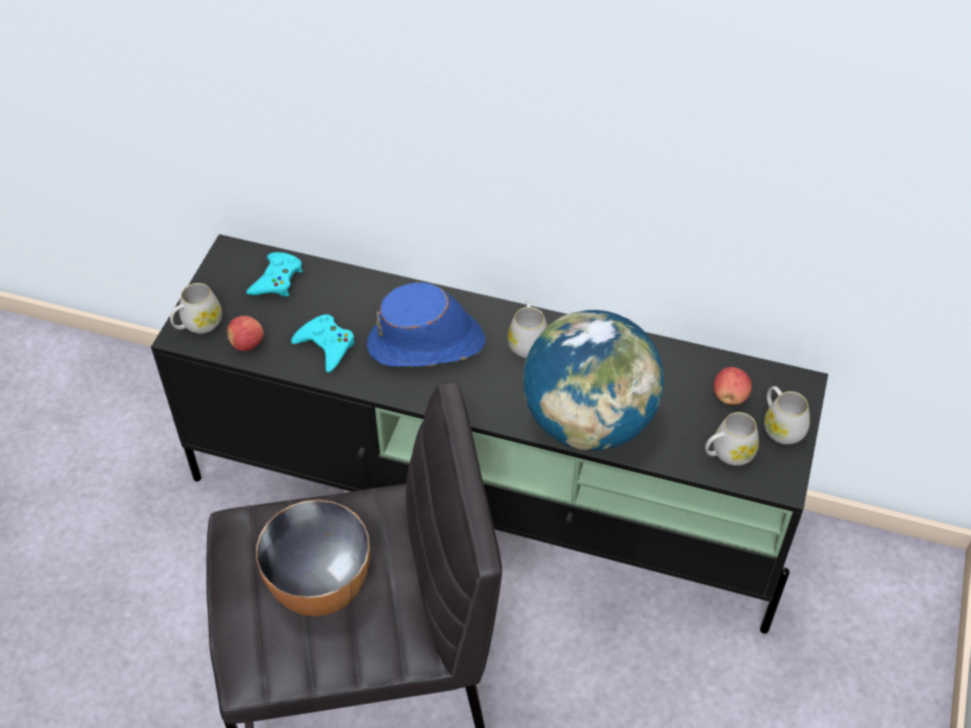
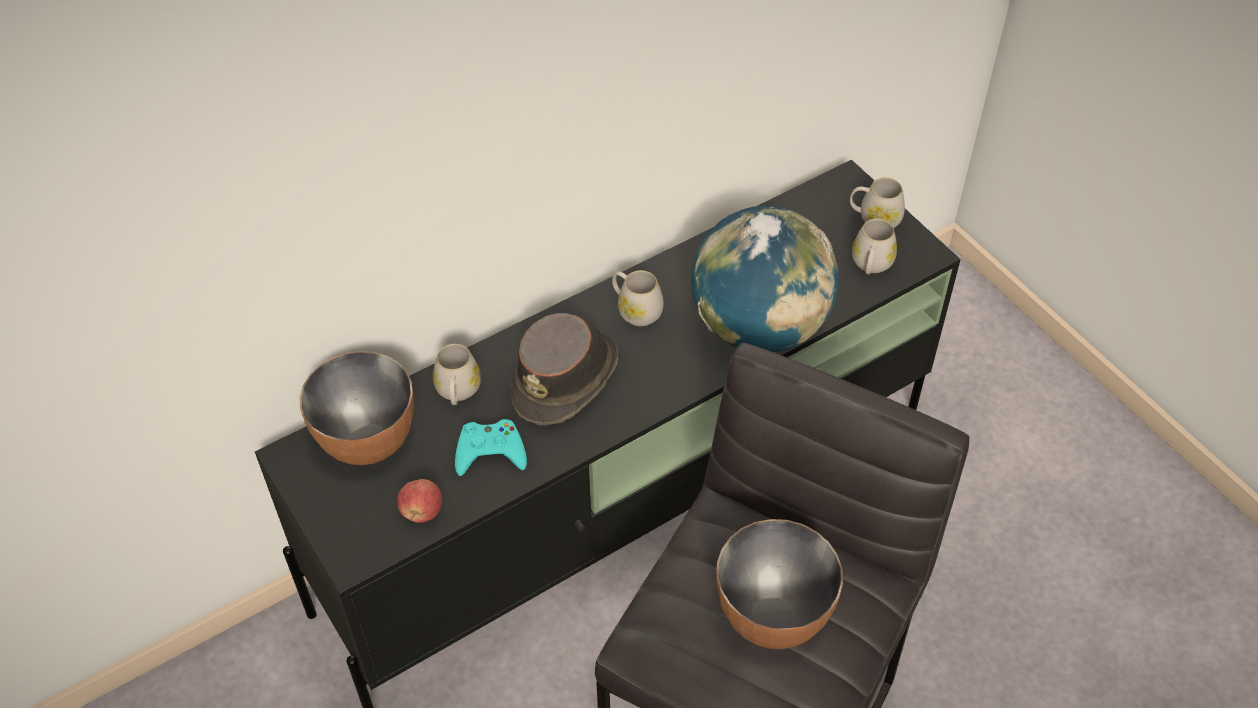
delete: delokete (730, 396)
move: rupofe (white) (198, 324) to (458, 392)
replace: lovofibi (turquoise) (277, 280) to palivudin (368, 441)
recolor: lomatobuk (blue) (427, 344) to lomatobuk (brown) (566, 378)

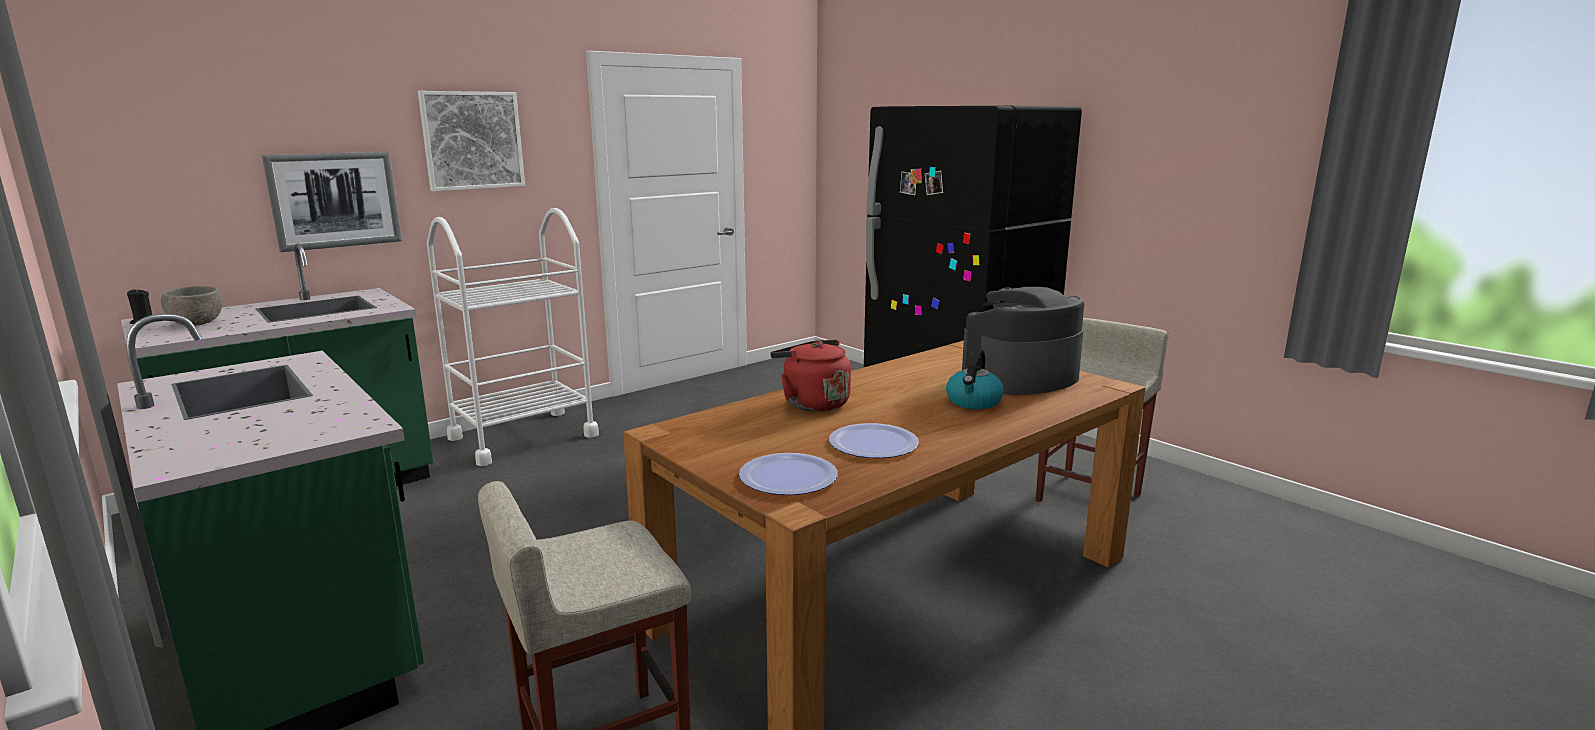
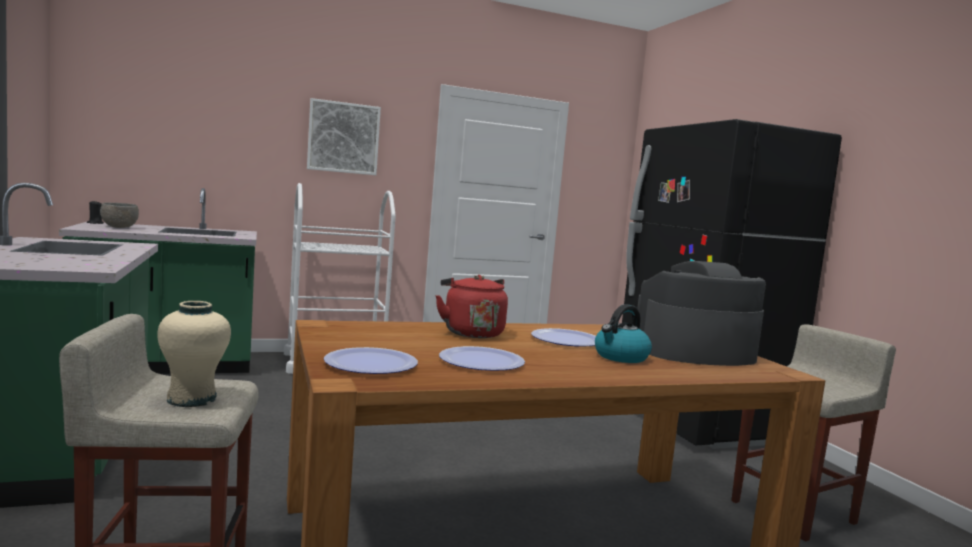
delete: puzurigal (335, 200)
insert: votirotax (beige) (192, 399); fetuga (566, 340)

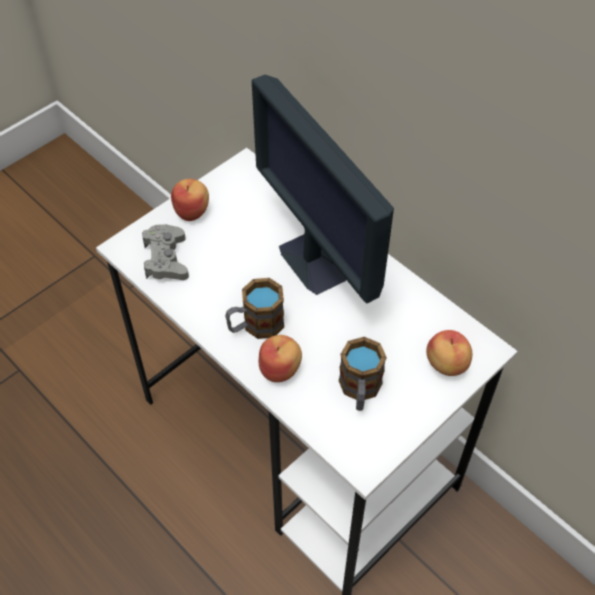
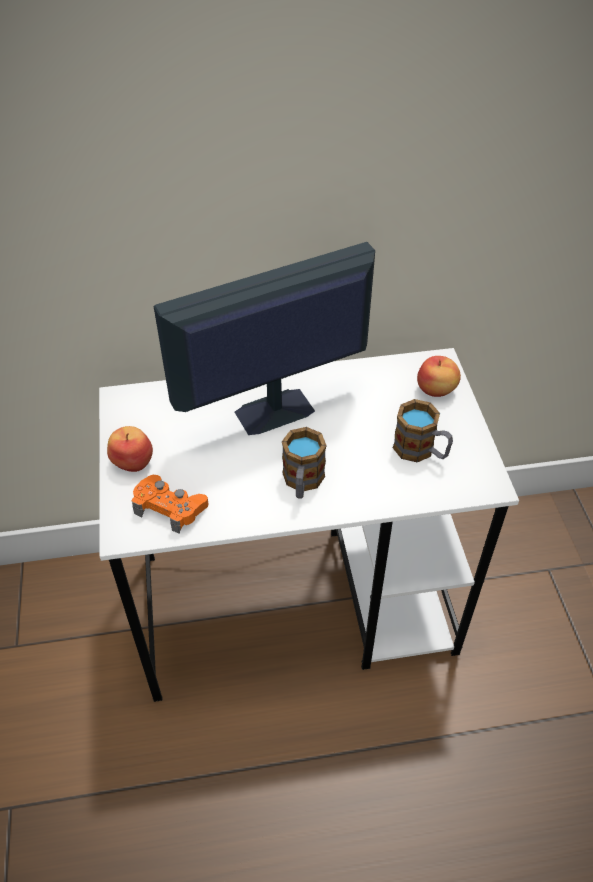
delete: delokete (280, 369)
recolor: lovofibi (grey) (166, 259) to lovofibi (orange) (170, 507)
rotate: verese (313, 264) = (272, 412) 150 degrees clockwise

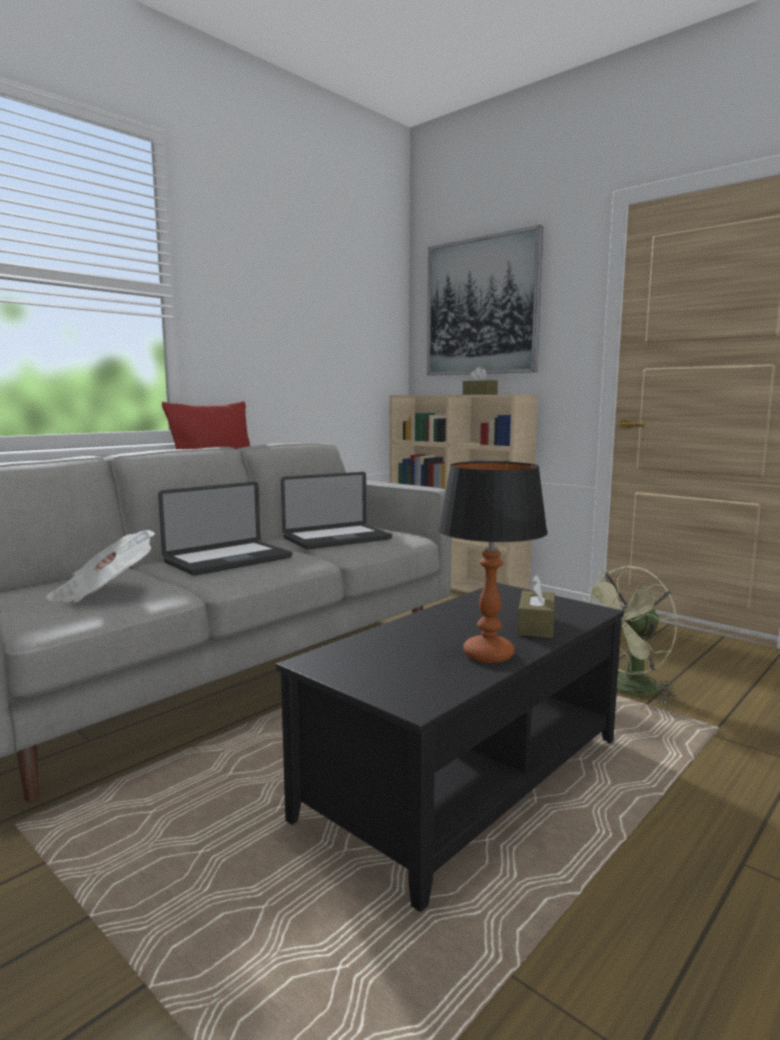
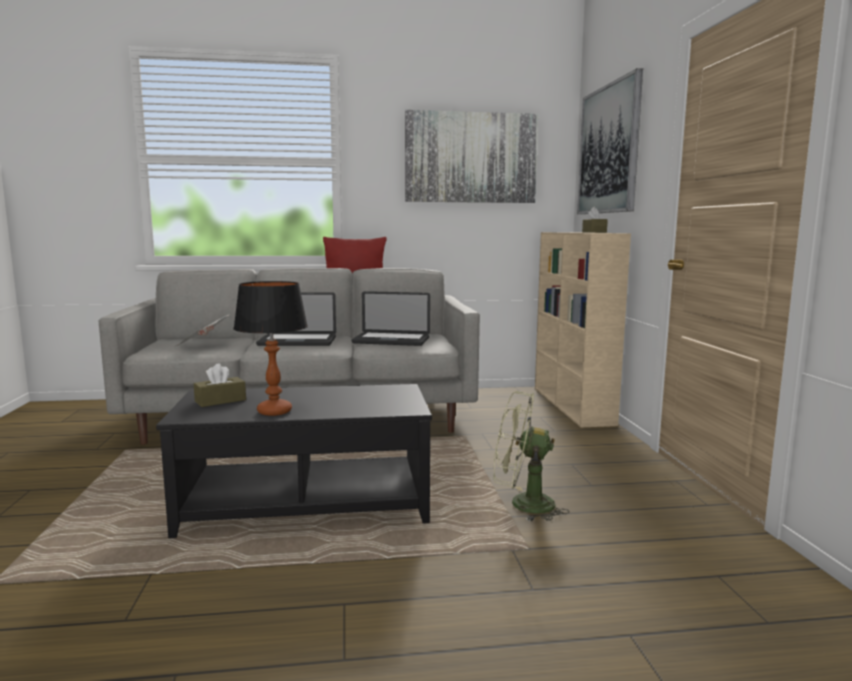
insert: puzurigal (471, 158)
move: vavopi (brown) (536, 626) to (220, 400)

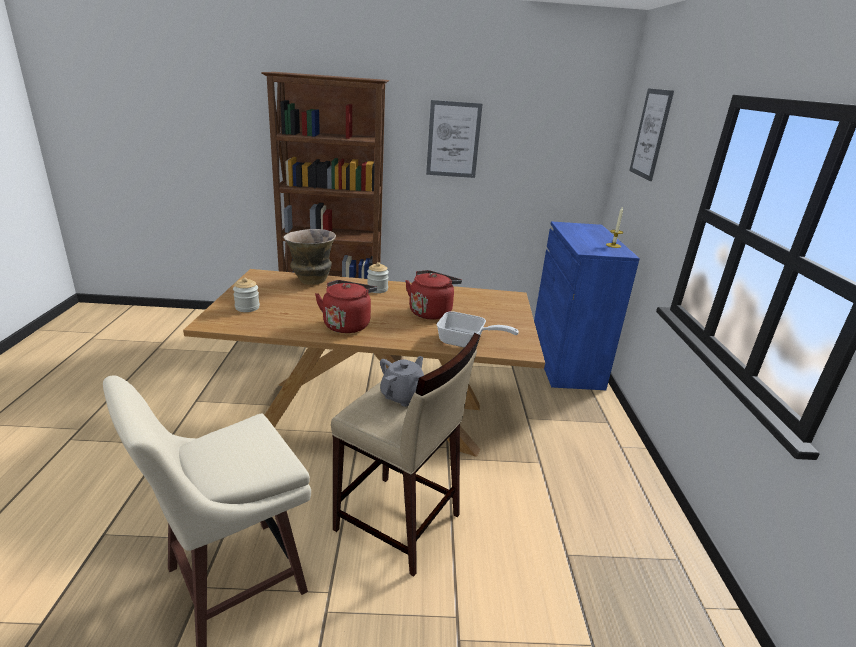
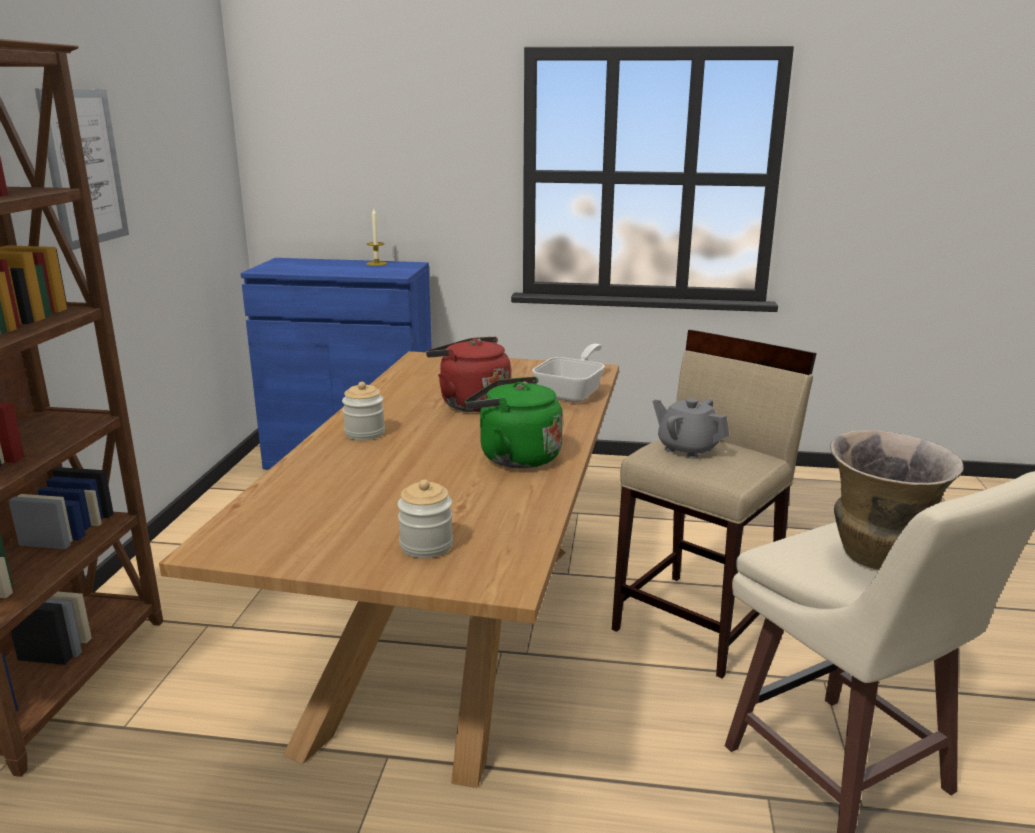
delete: puzurigal (650, 134)
move: votirotax (311, 281) to (878, 558)
recolor: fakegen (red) (347, 324) to fakegen (green) (514, 457)

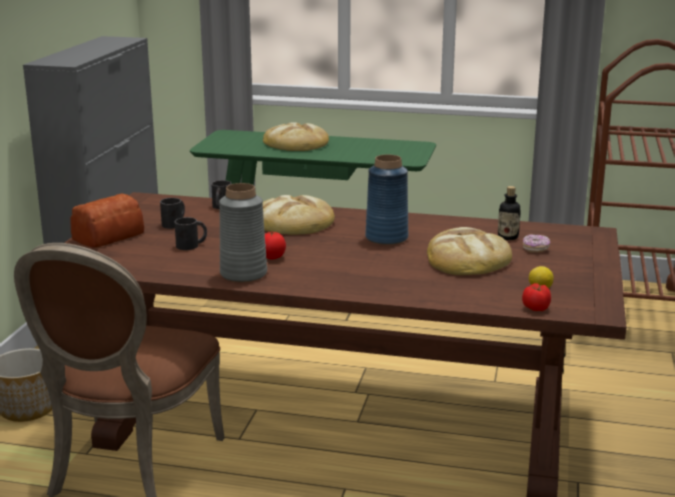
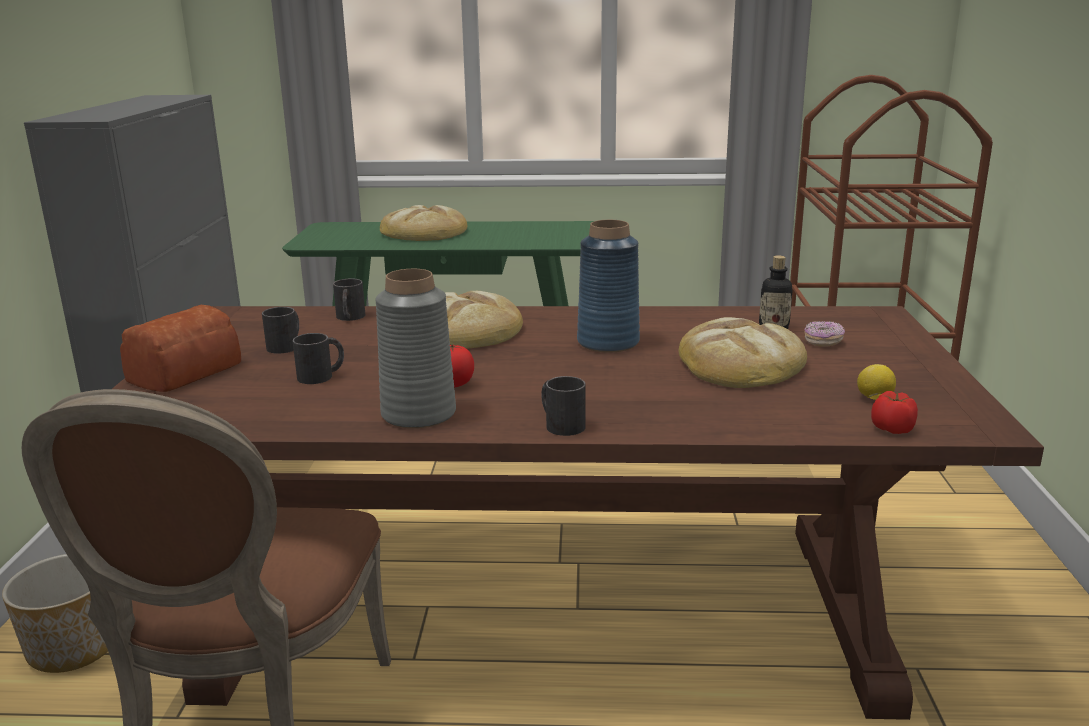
insert: rupofe (black) (560, 424)

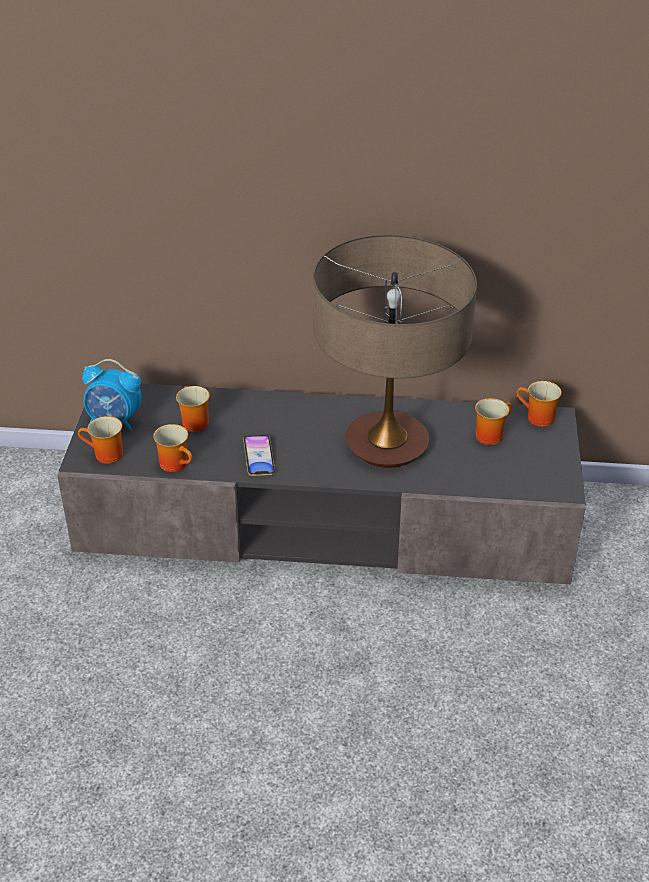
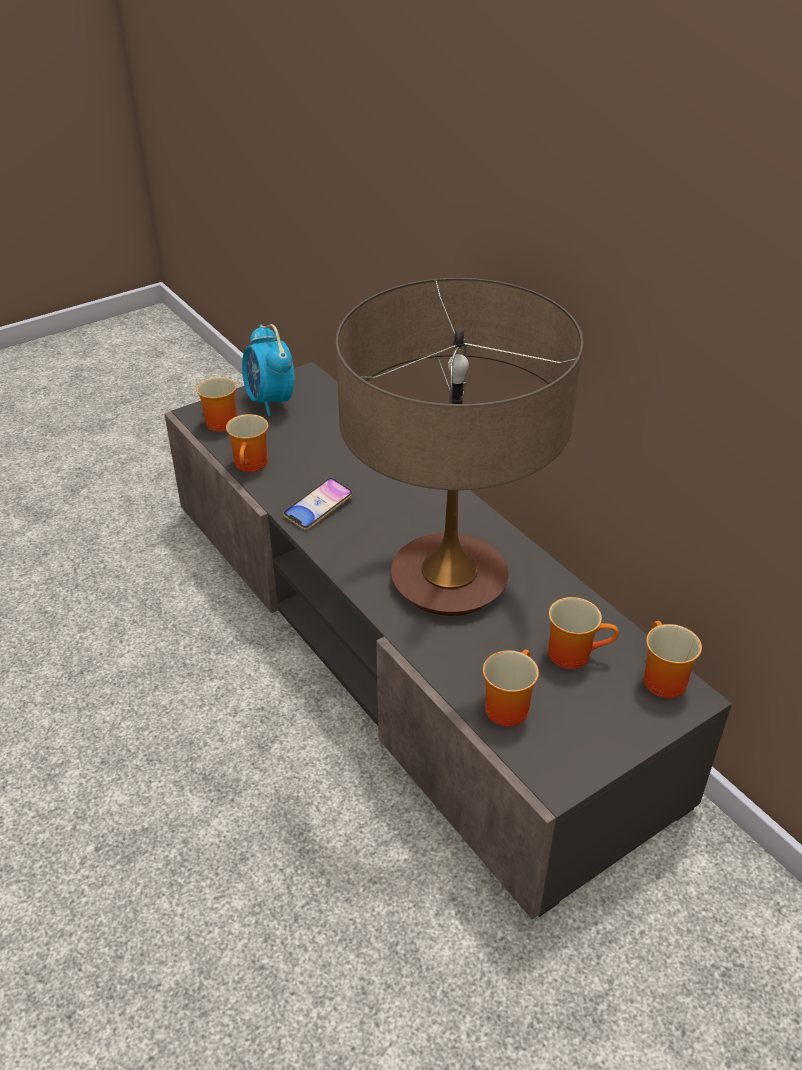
move: rupofe (192, 422) to (505, 705)

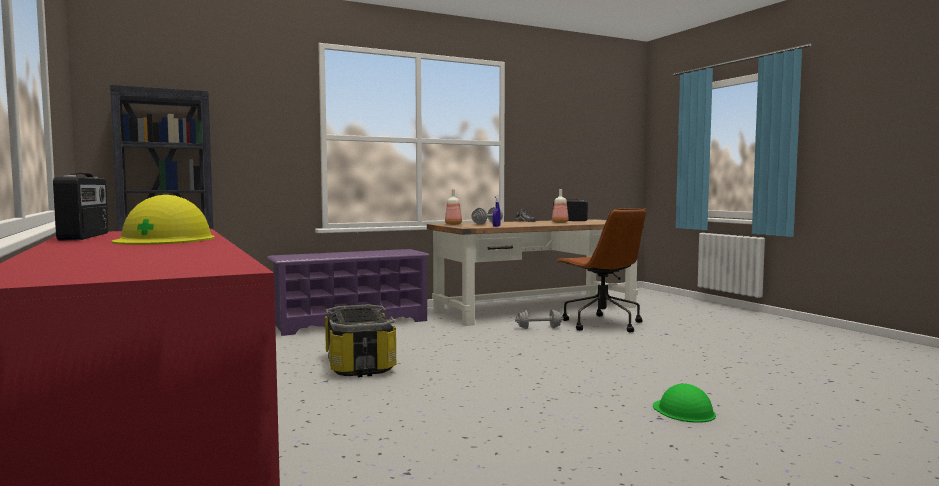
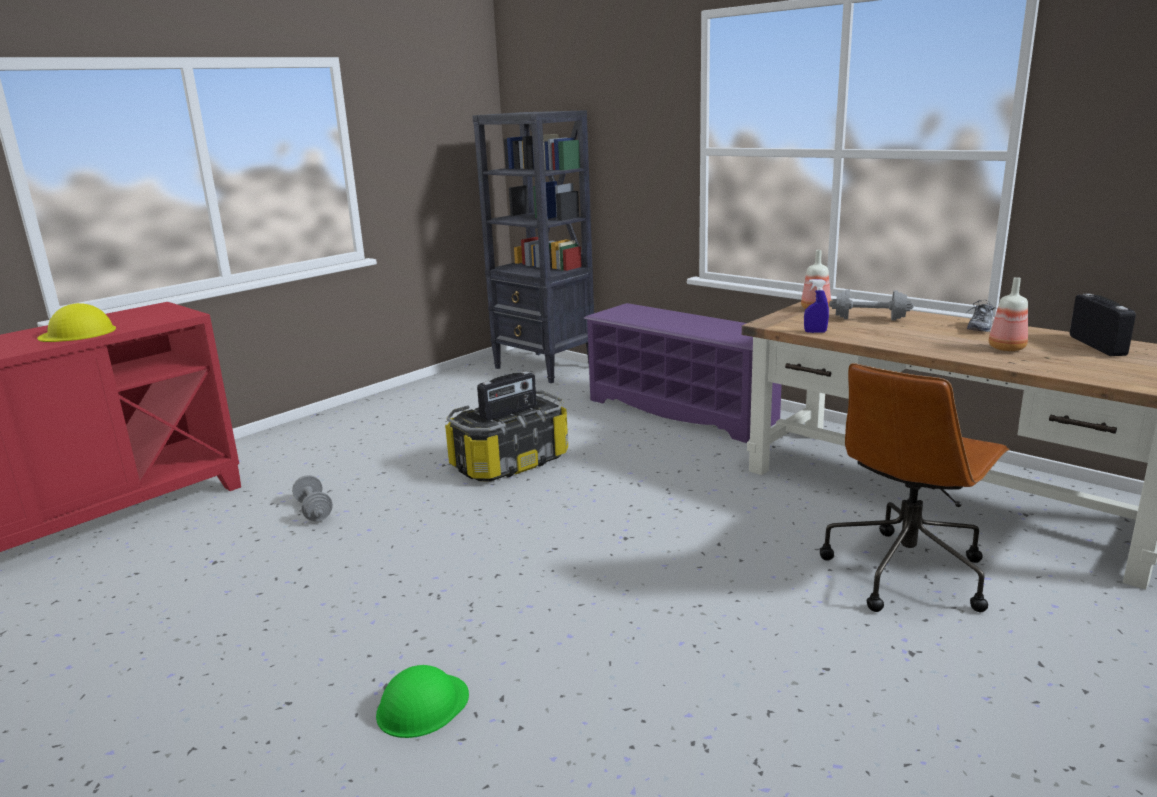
move: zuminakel (86, 236) to (509, 412); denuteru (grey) (539, 328) to (314, 510)

